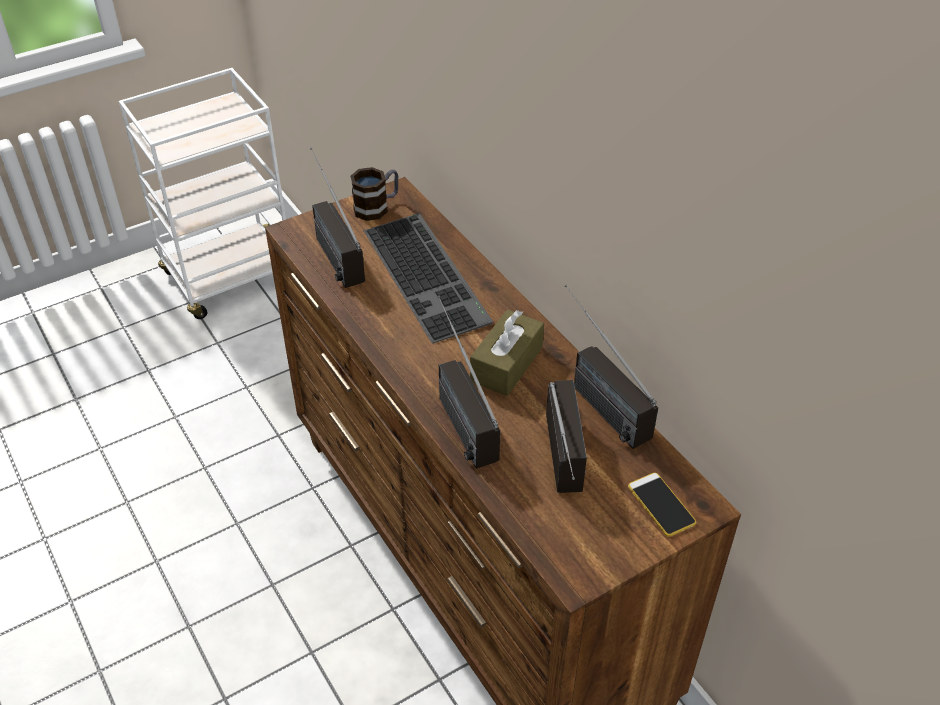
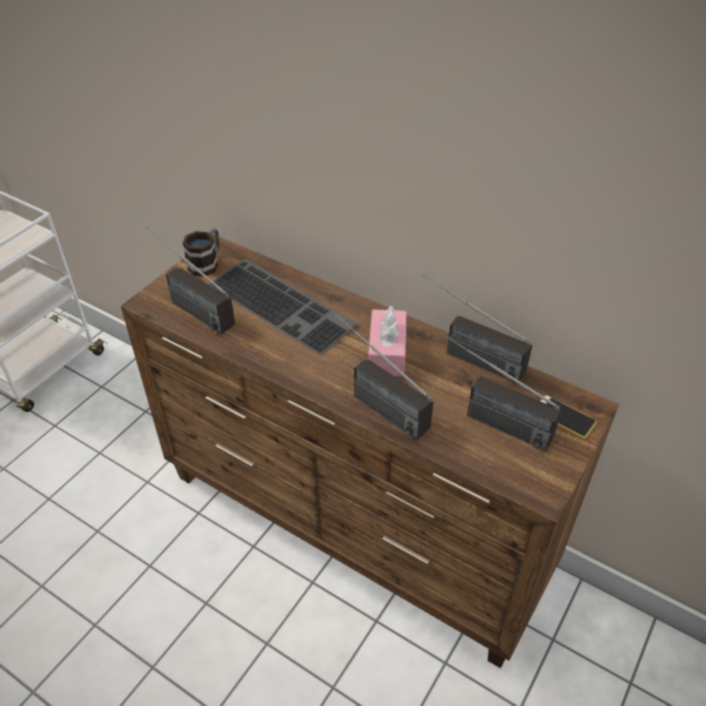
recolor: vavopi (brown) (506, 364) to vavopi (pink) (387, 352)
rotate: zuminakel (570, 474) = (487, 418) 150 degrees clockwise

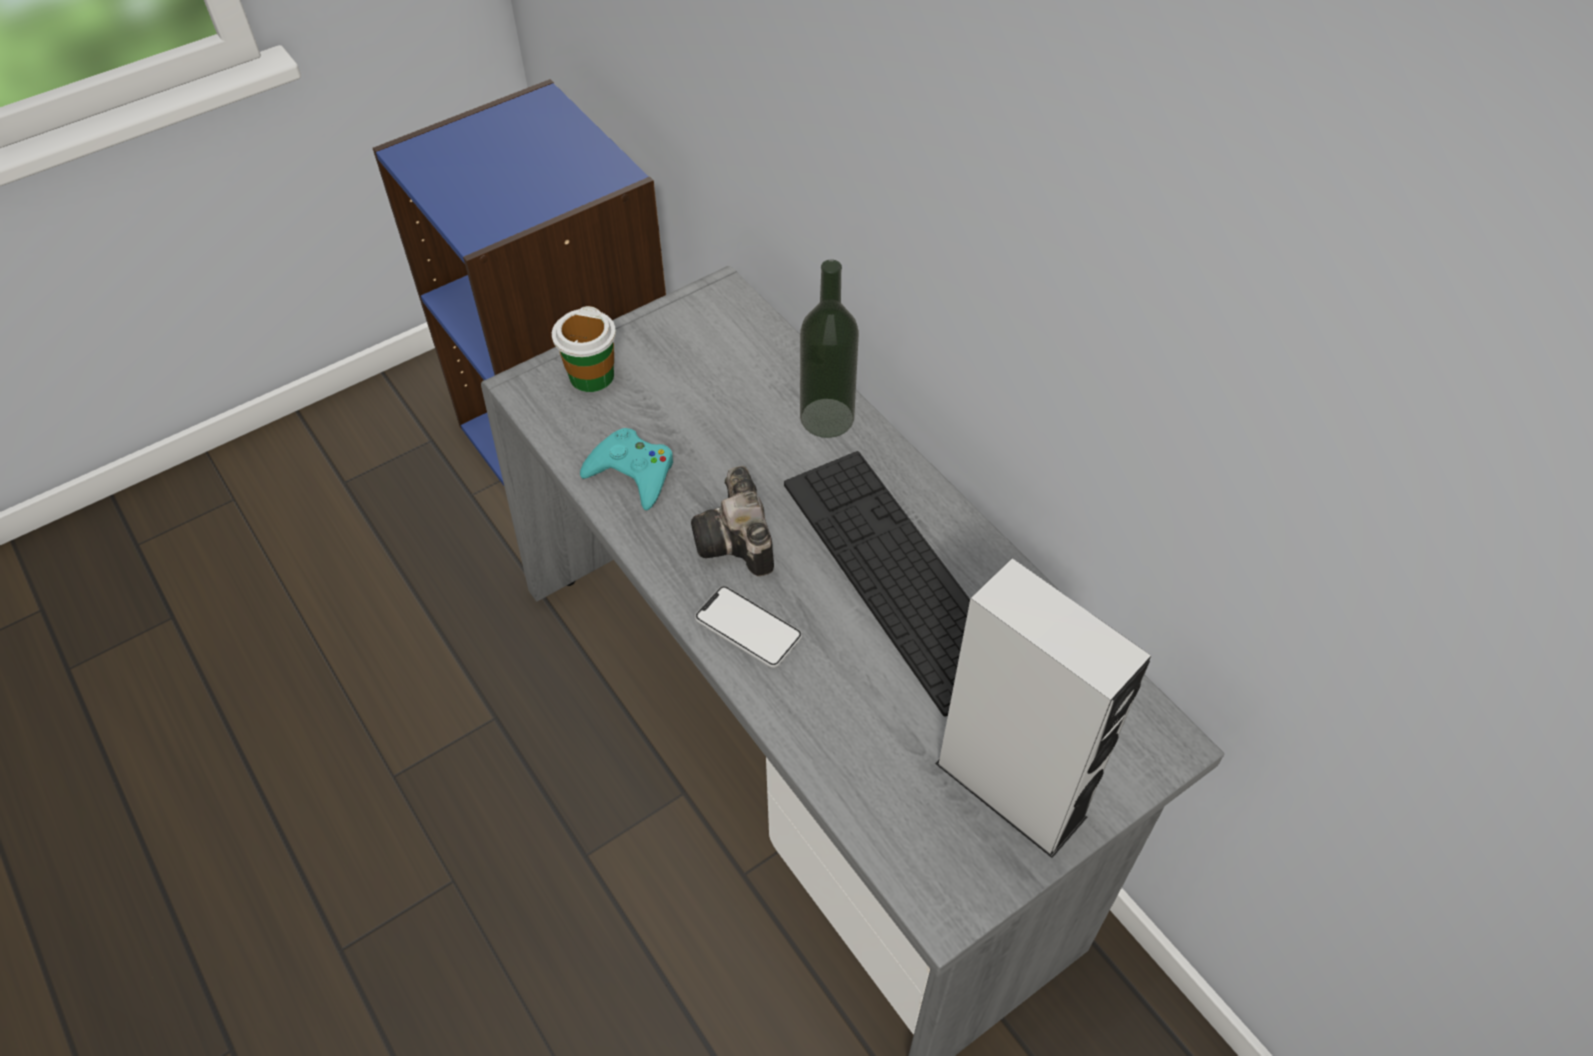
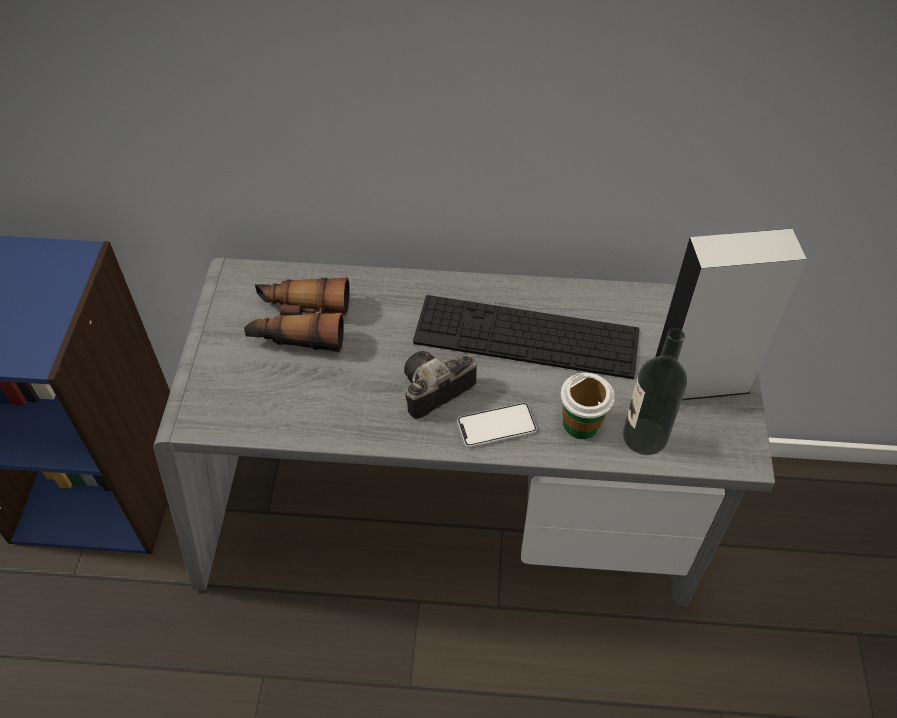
delete: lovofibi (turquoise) (632, 473)
insert: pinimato (299, 324)
move: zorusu (591, 376) to (581, 423); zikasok (827, 418) to (644, 436)
rotate: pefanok (738, 543) = (432, 392) 120 degrees clockwise

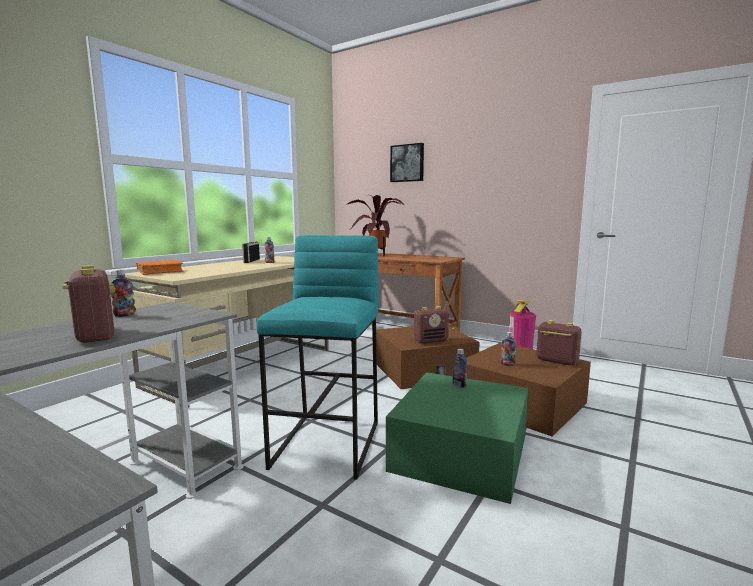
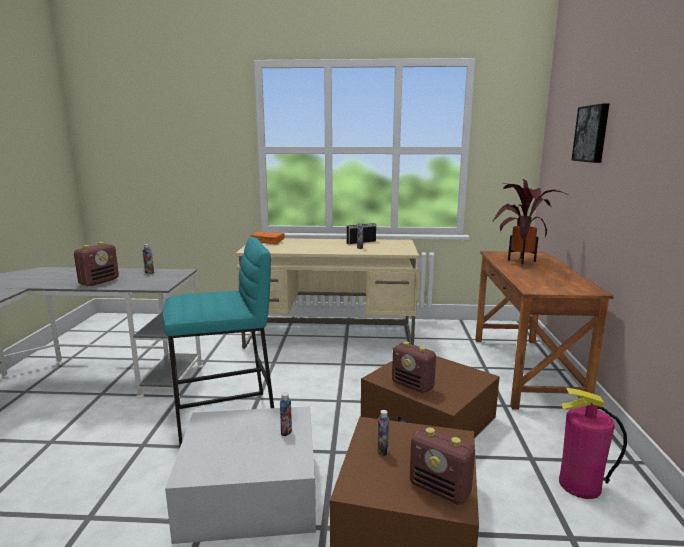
recolor: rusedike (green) (460, 452) to rusedike (white) (250, 491)
rotate: zuminakel (556, 361) = (440, 489) 120 degrees clockwise

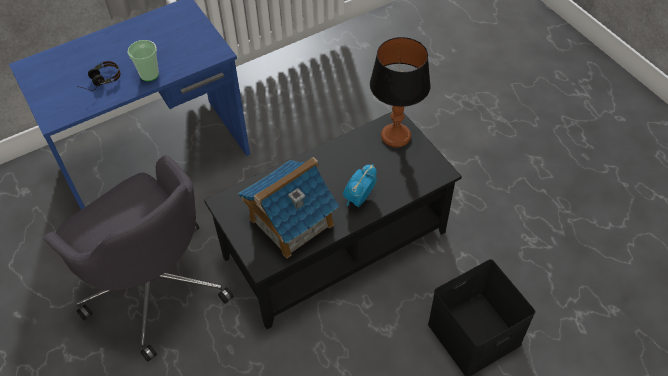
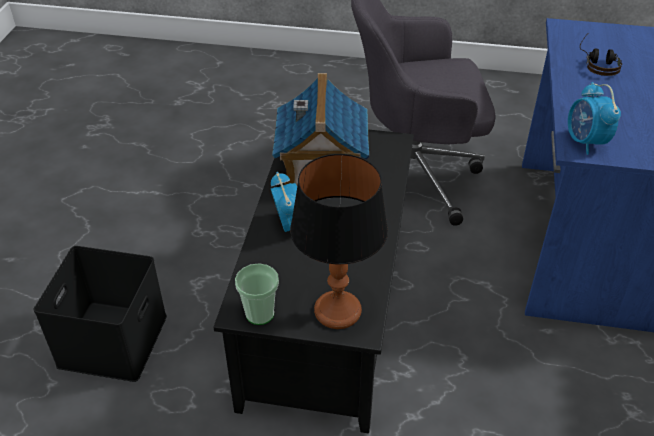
insert: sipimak (585, 142)
move: zorusu (149, 75) to (260, 314)

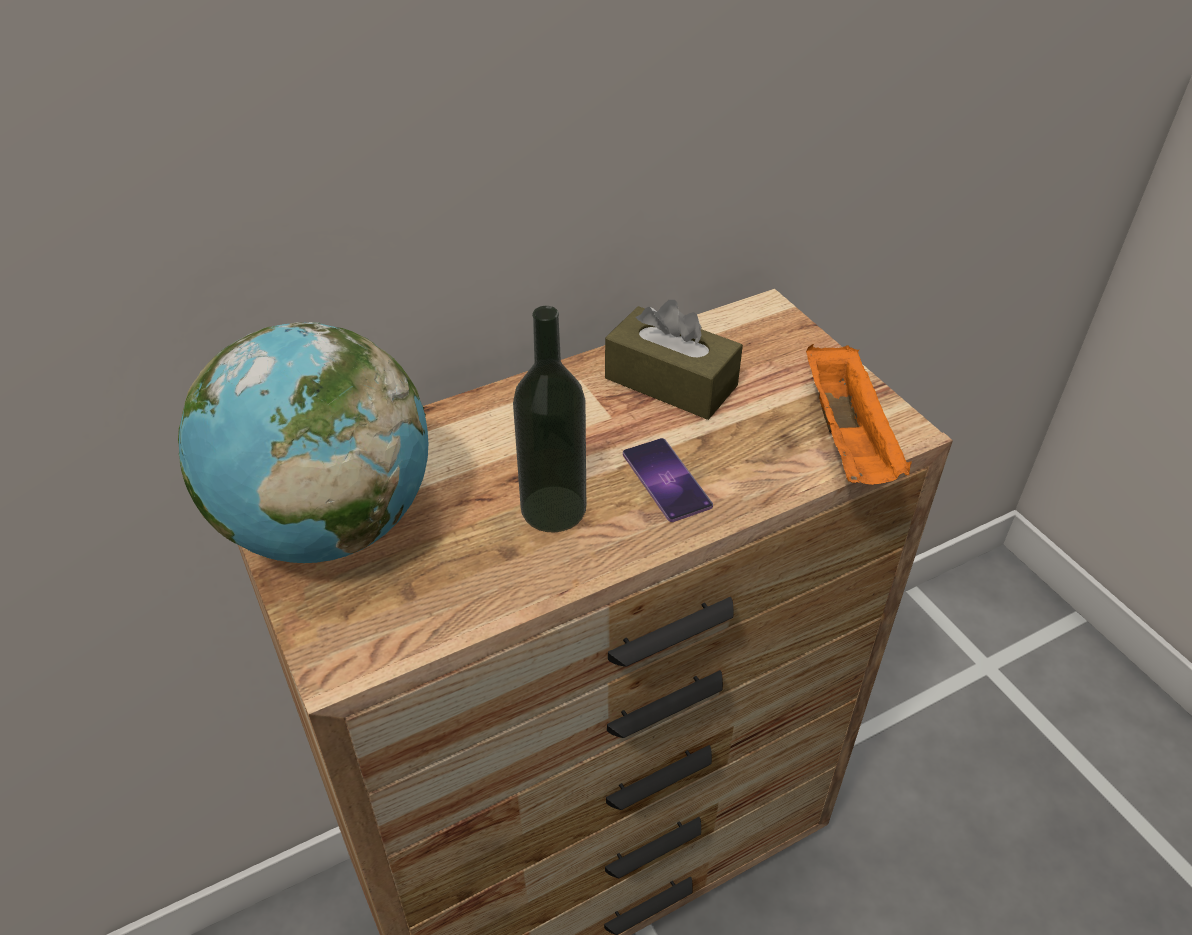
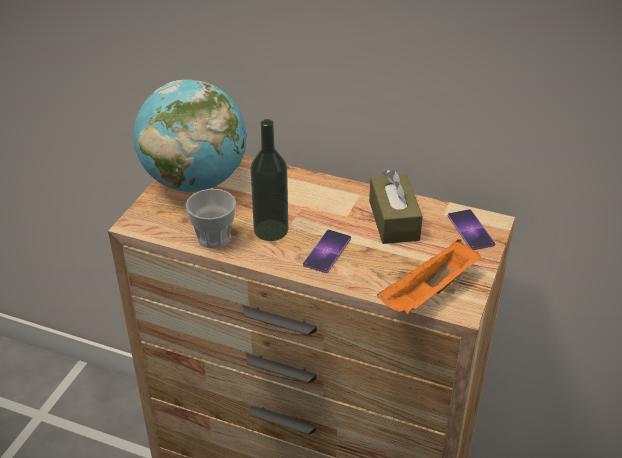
insert: zorusu (214, 237); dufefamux (470, 230)

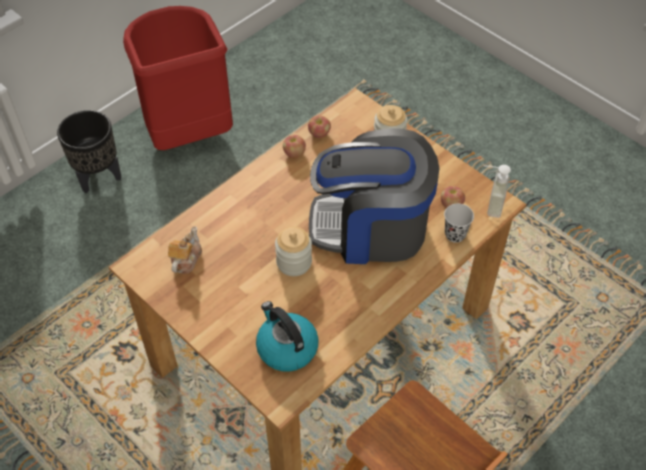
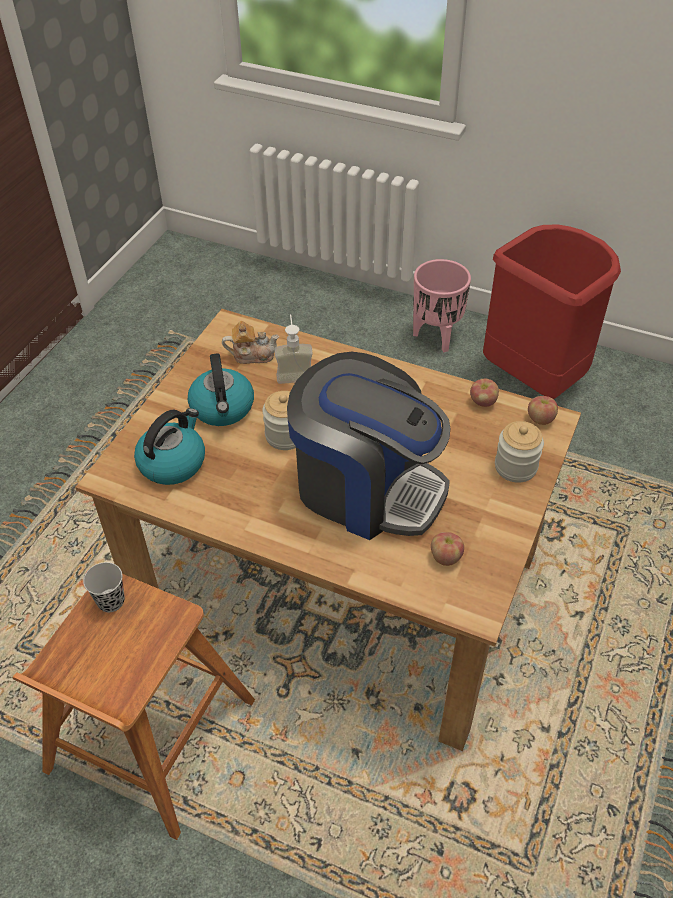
insert: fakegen (223, 408)
move: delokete (294, 153) to (540, 419); zorusu (black) (455, 234) to (111, 601); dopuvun (488, 204) to (294, 372)
recolor: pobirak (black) (99, 177) to pobirak (pink) (437, 336)
rotate: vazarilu (371, 228) = (366, 487) 135 degrees clockwise

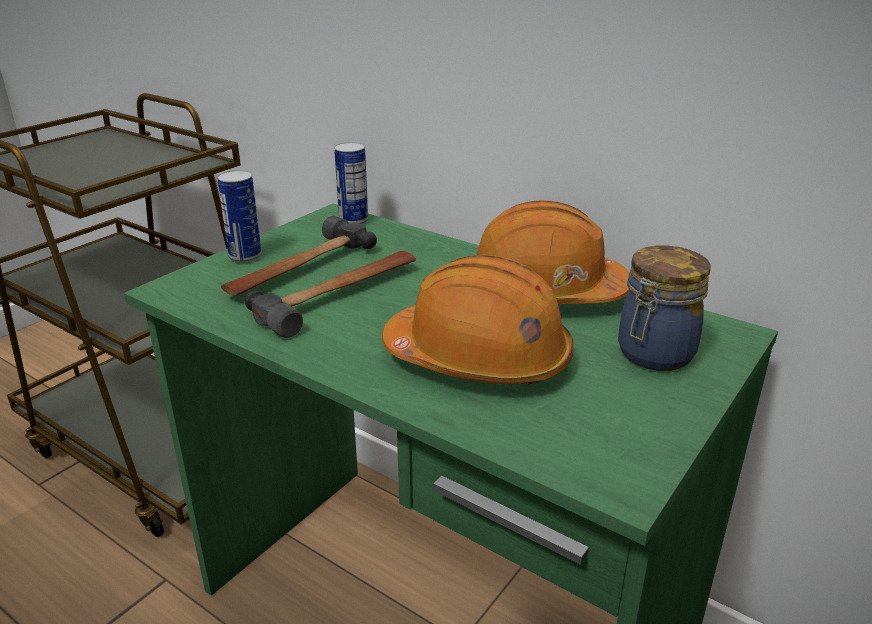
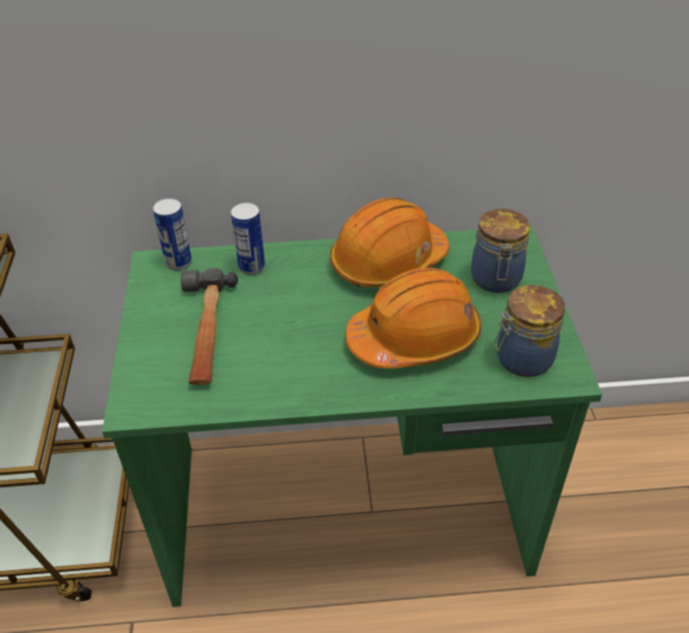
delete: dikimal (340, 296)
insert: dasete (521, 359)
move: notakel (245, 256) to (251, 267)

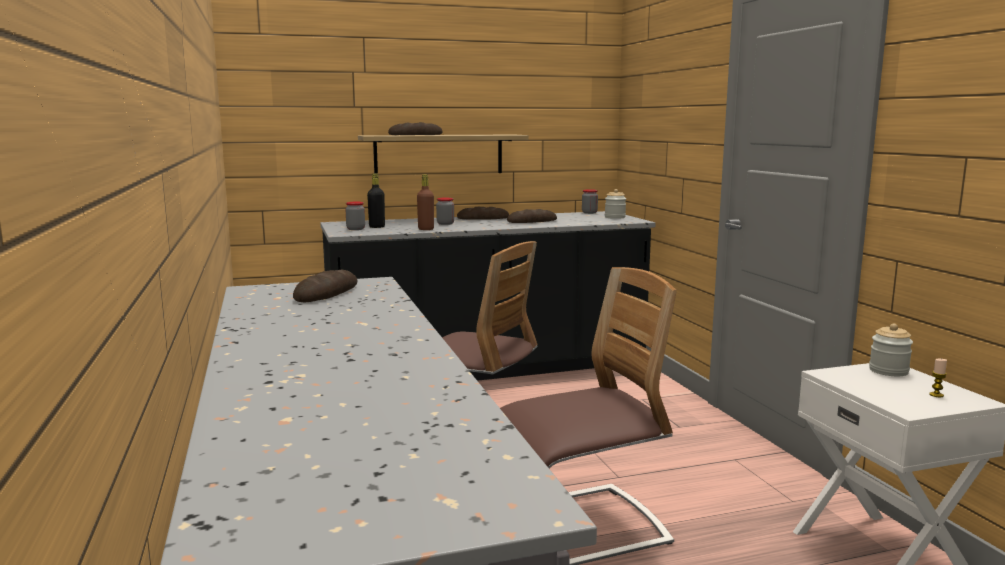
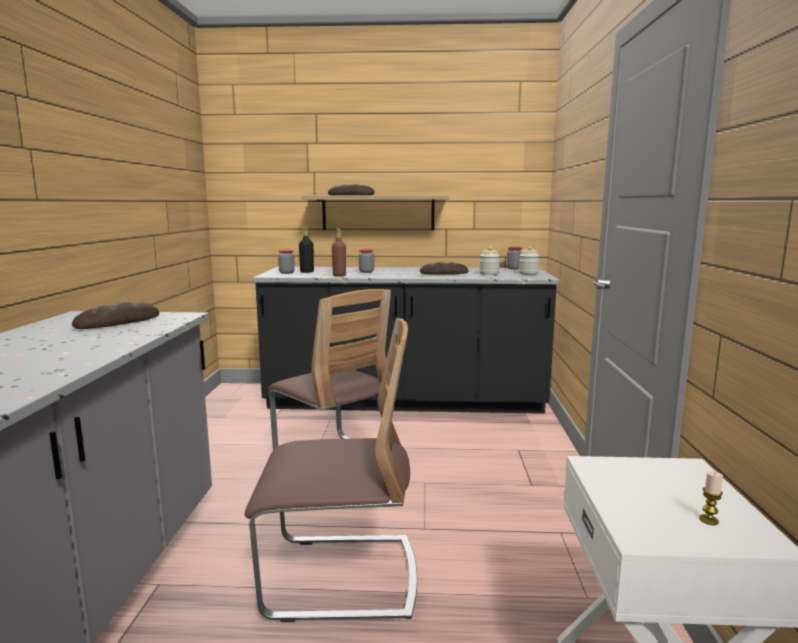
delete: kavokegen (483, 218)
move: dasete (888, 371) to (489, 273)

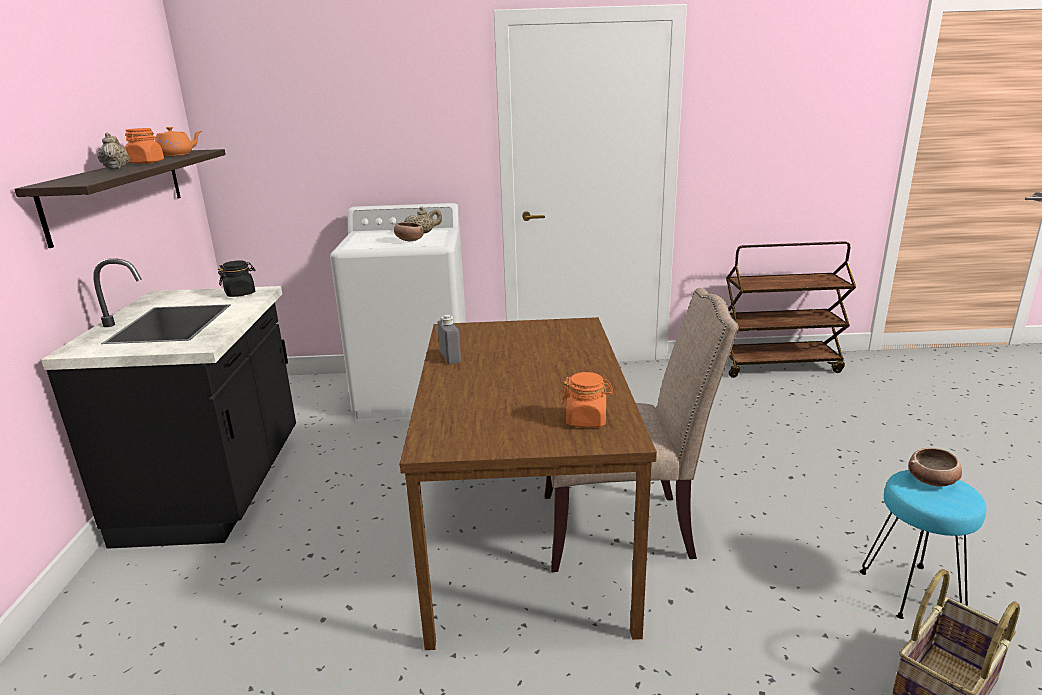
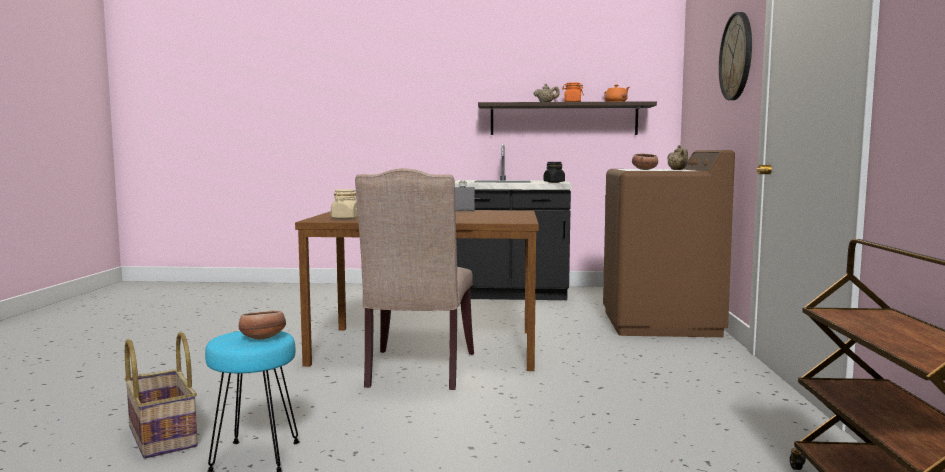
insert: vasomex (736, 56)
recolor: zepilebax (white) (415, 393) to zepilebax (brown) (661, 323); dasete (orange) (586, 420) to dasete (beige) (345, 218)

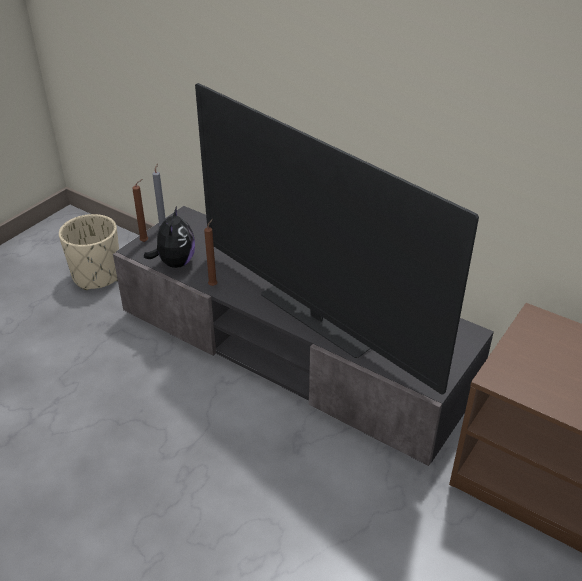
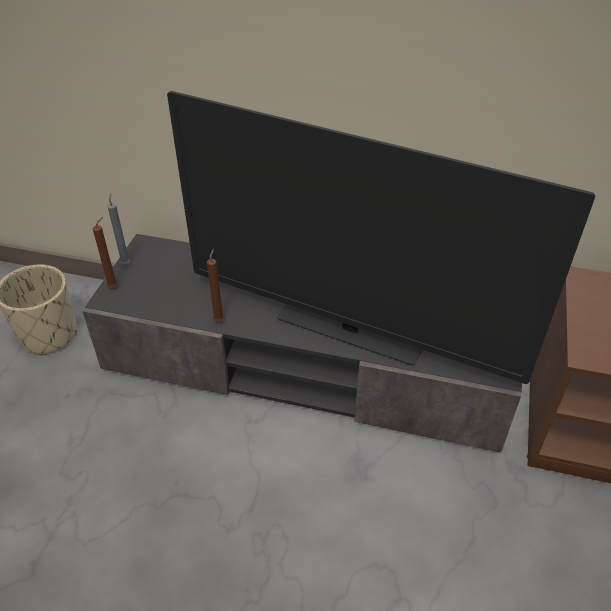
delete: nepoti (175, 263)

